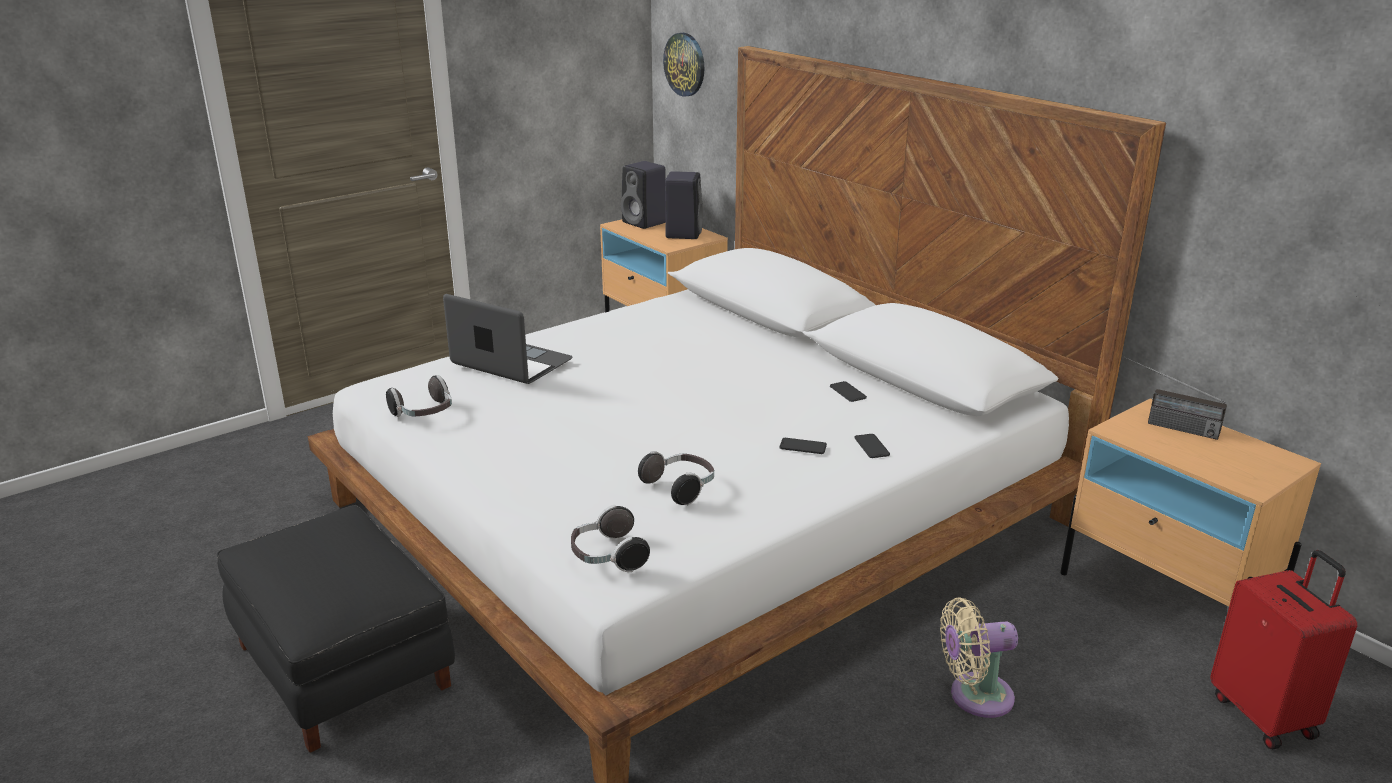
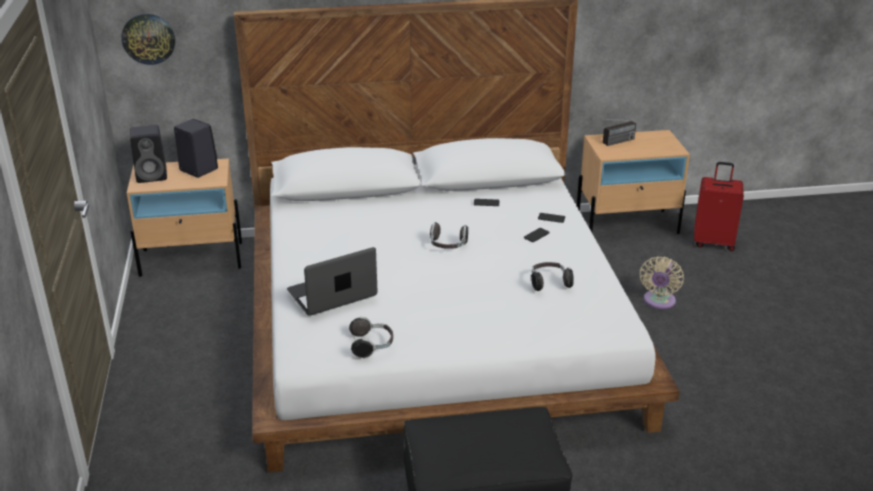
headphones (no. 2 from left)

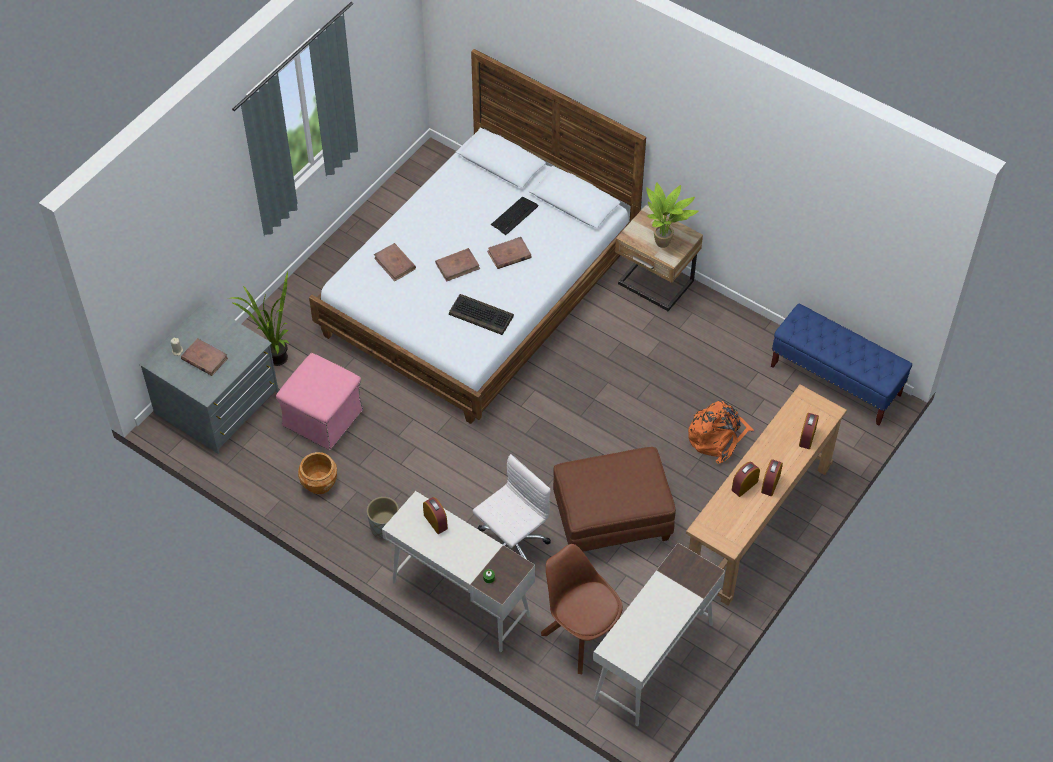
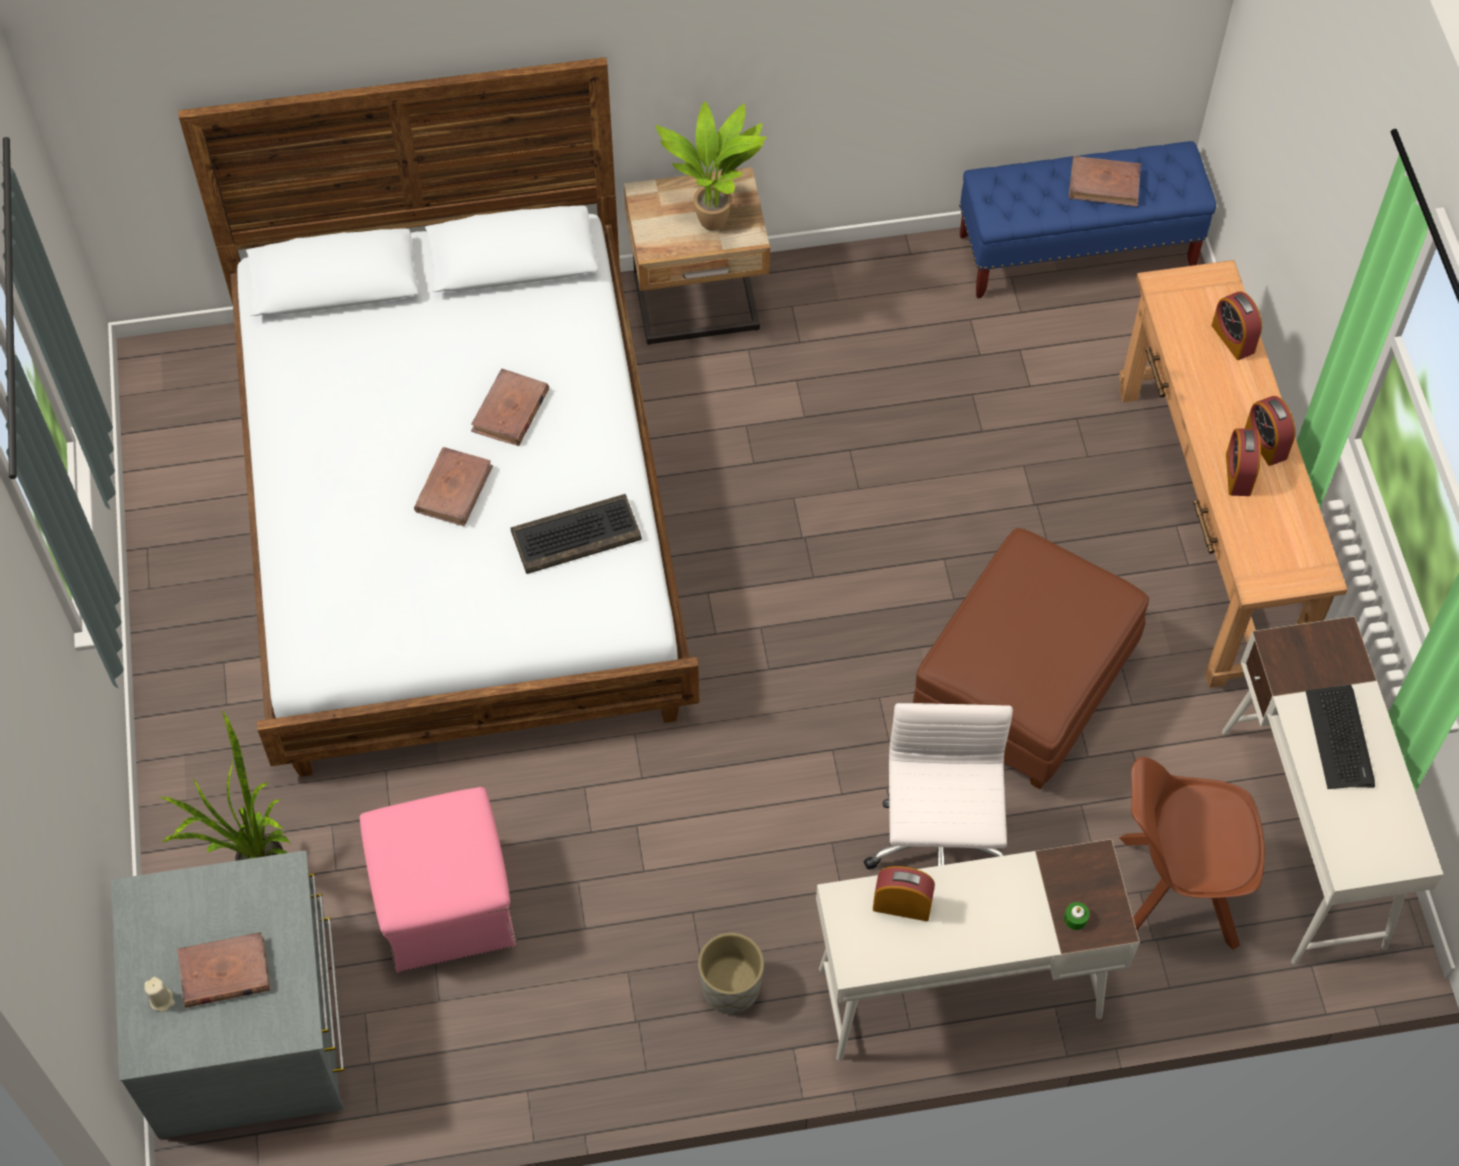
keyboard (no. 2 from left)
brown book (no. 4 from left)
orange backpack
brown planter

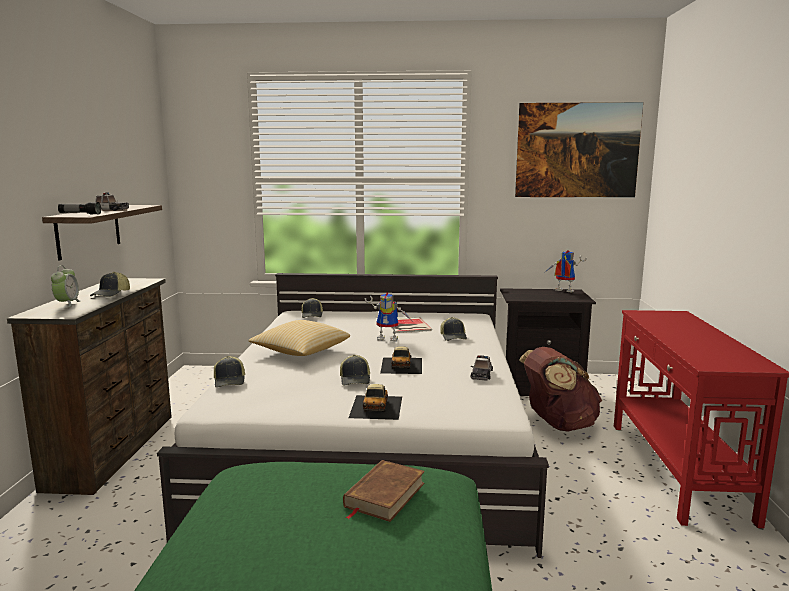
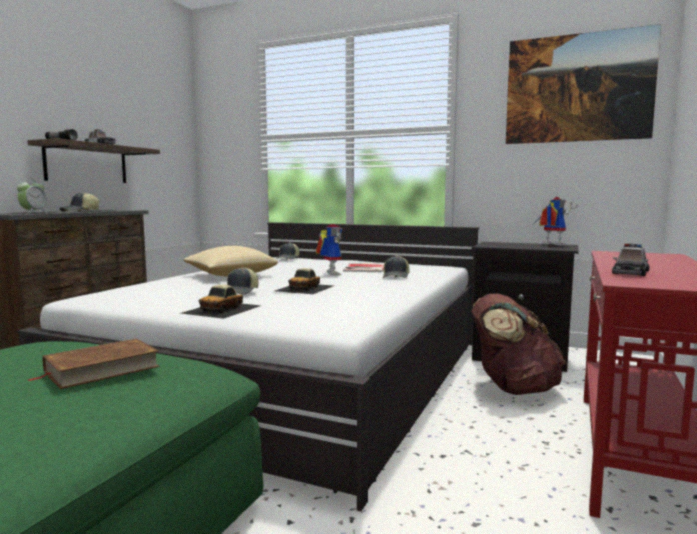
toy robot (no. 1 from left)
toy car (no. 4 from left)
cap (no. 2 from left in the first image)

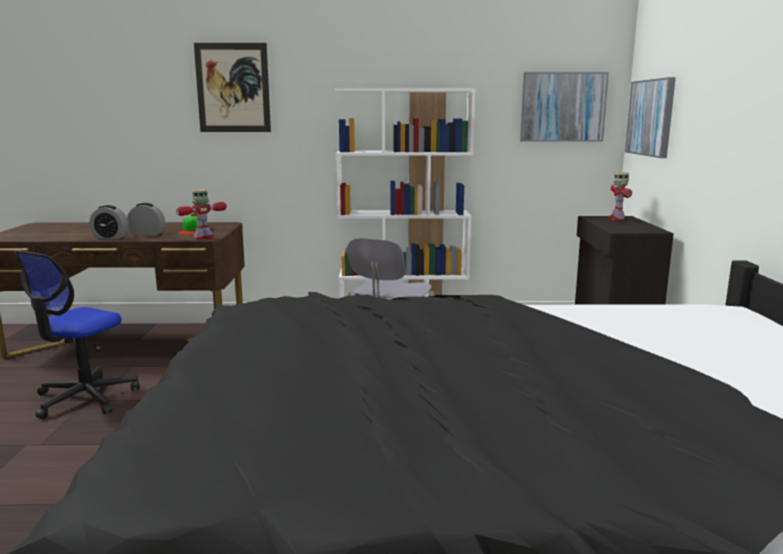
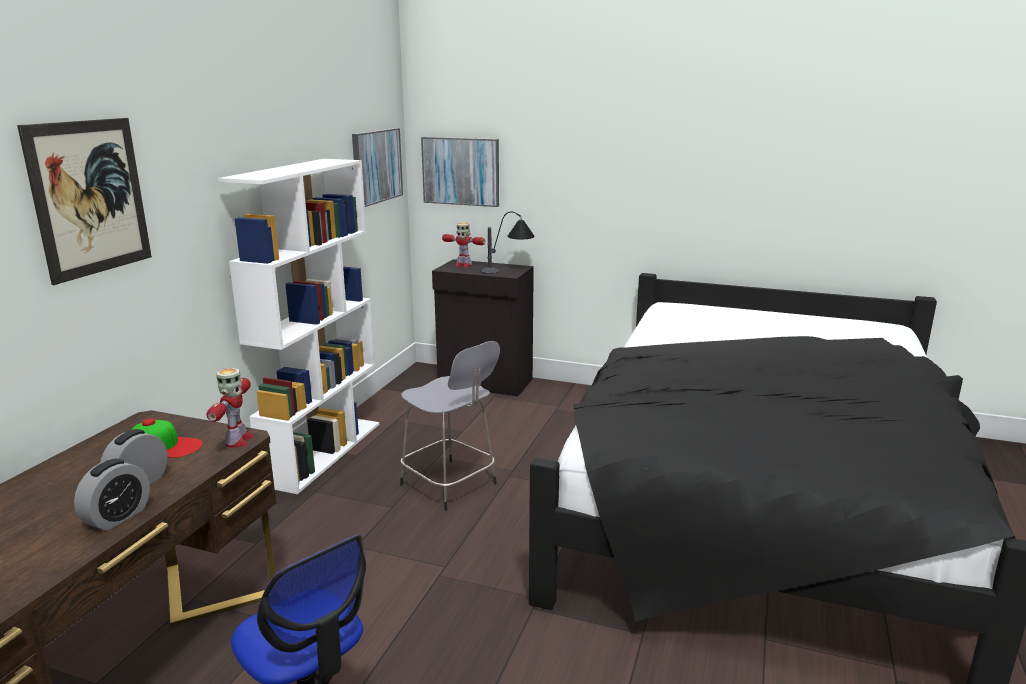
toy robot (no. 1 from left)
table lamp

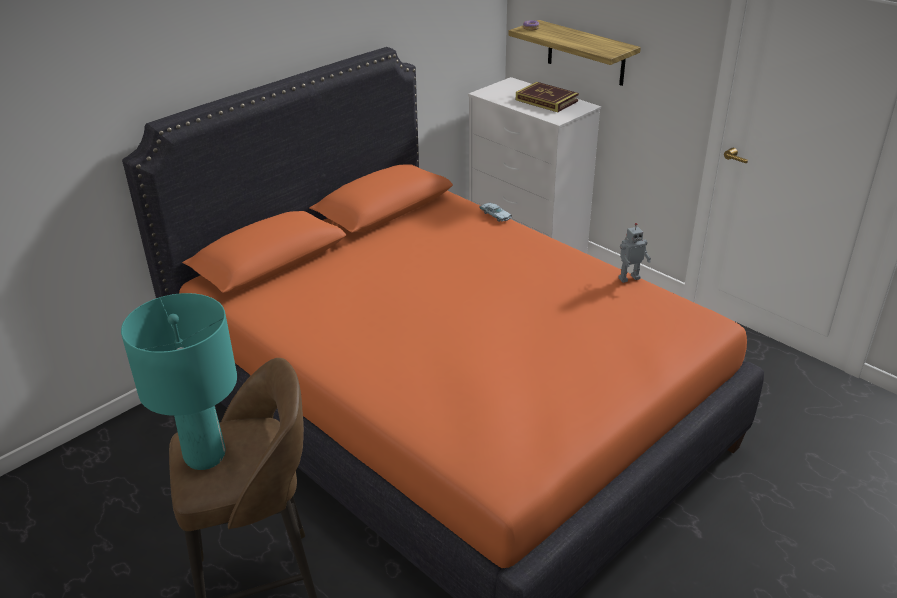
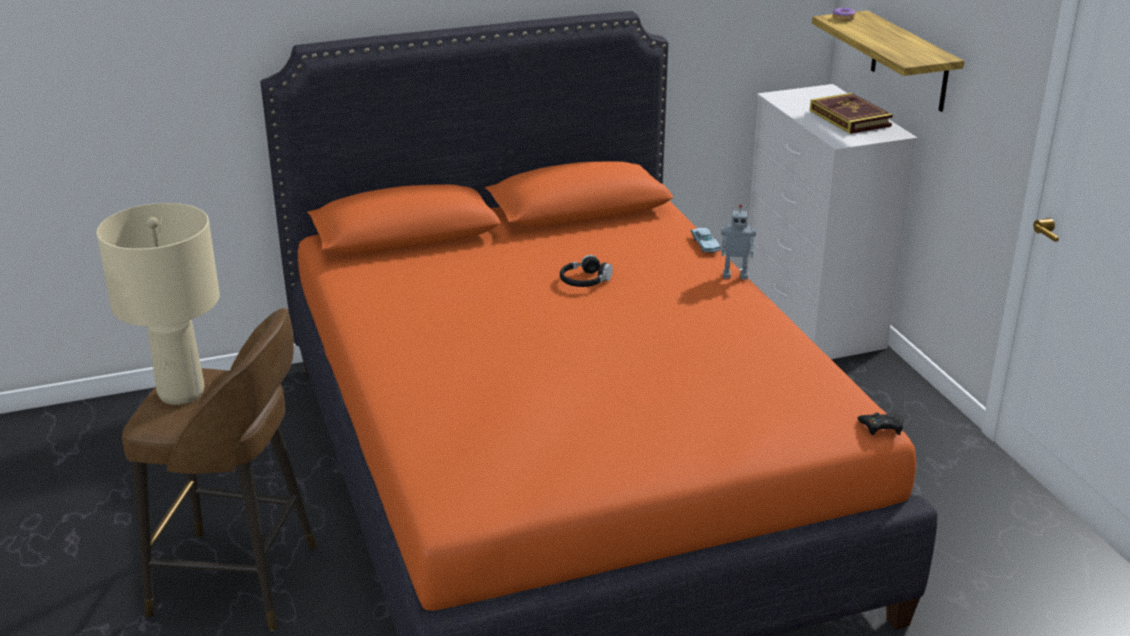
toy robot
beige table lamp
black headphones
black game controller

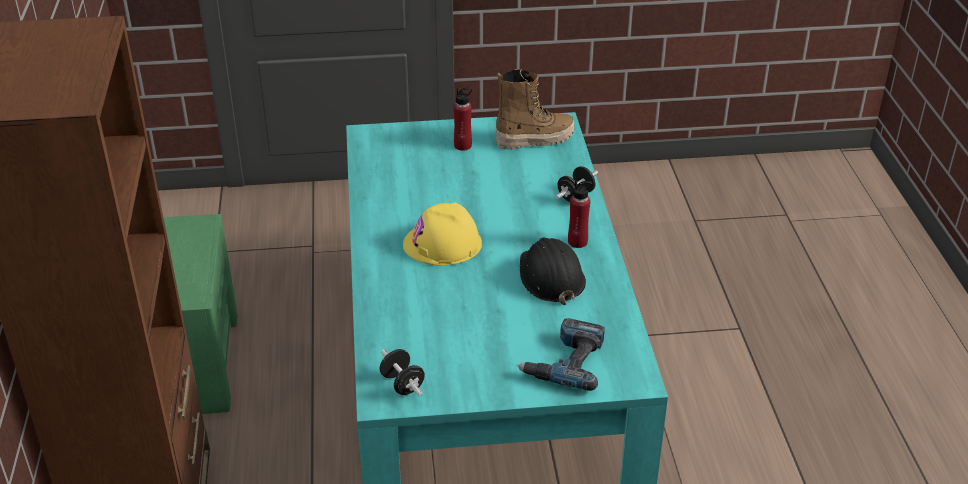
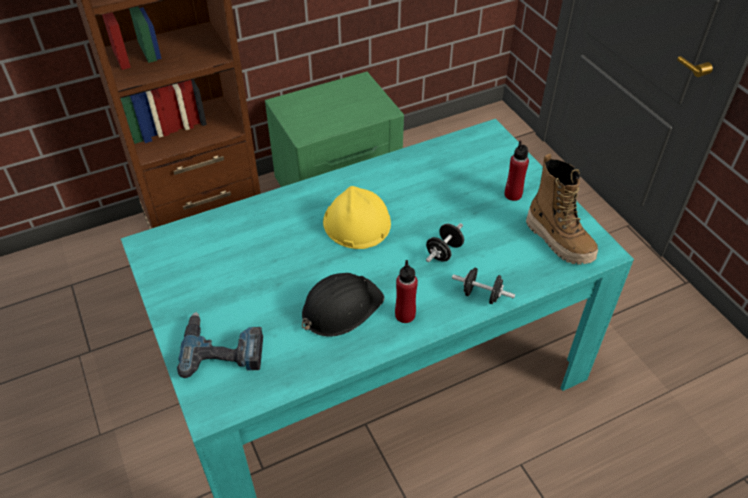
black dumbbell (no. 1 from left)

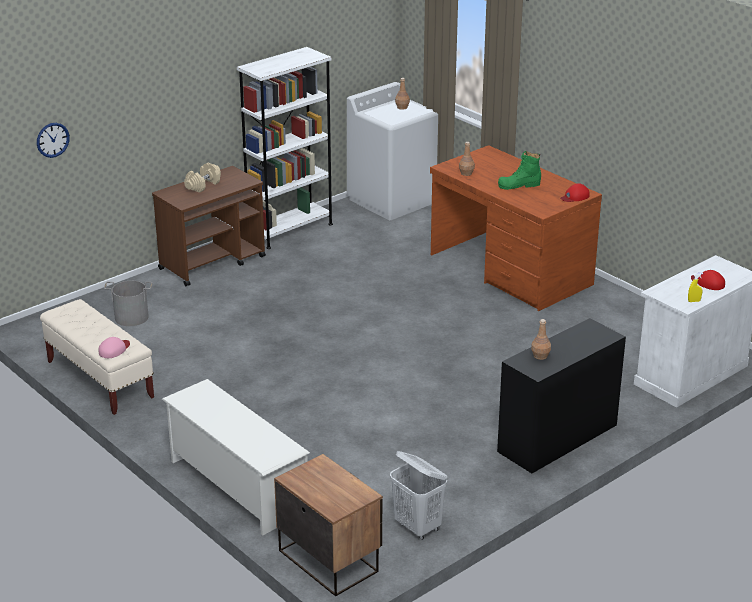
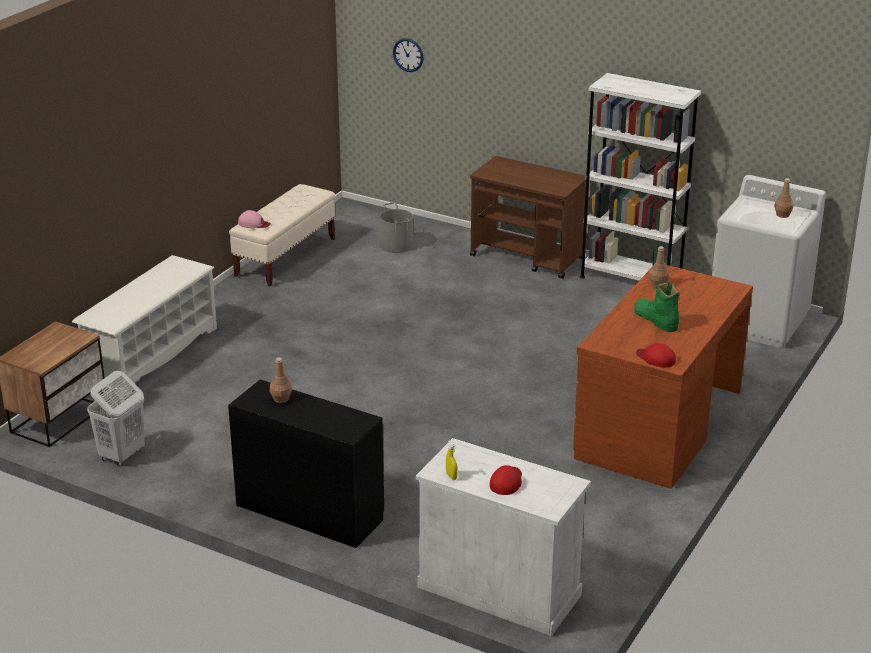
beige dumbbell

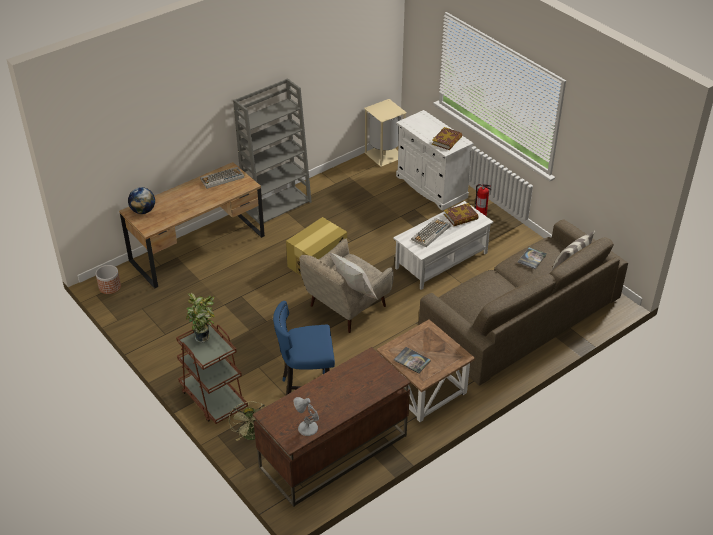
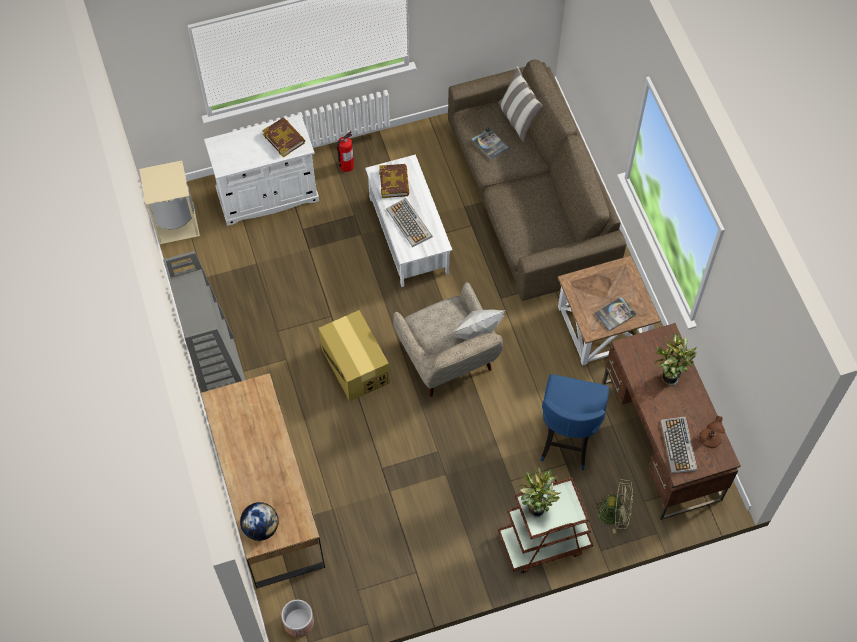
keyboard (no. 2 from left)
brown table lamp
potted plant (no. 2 from left)

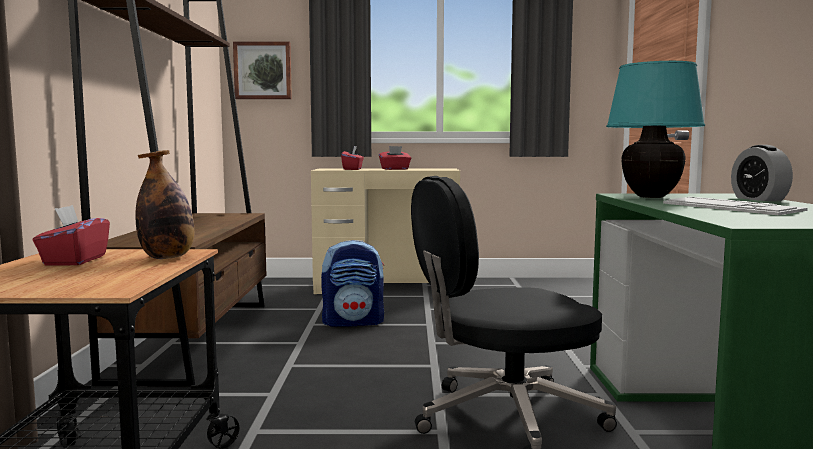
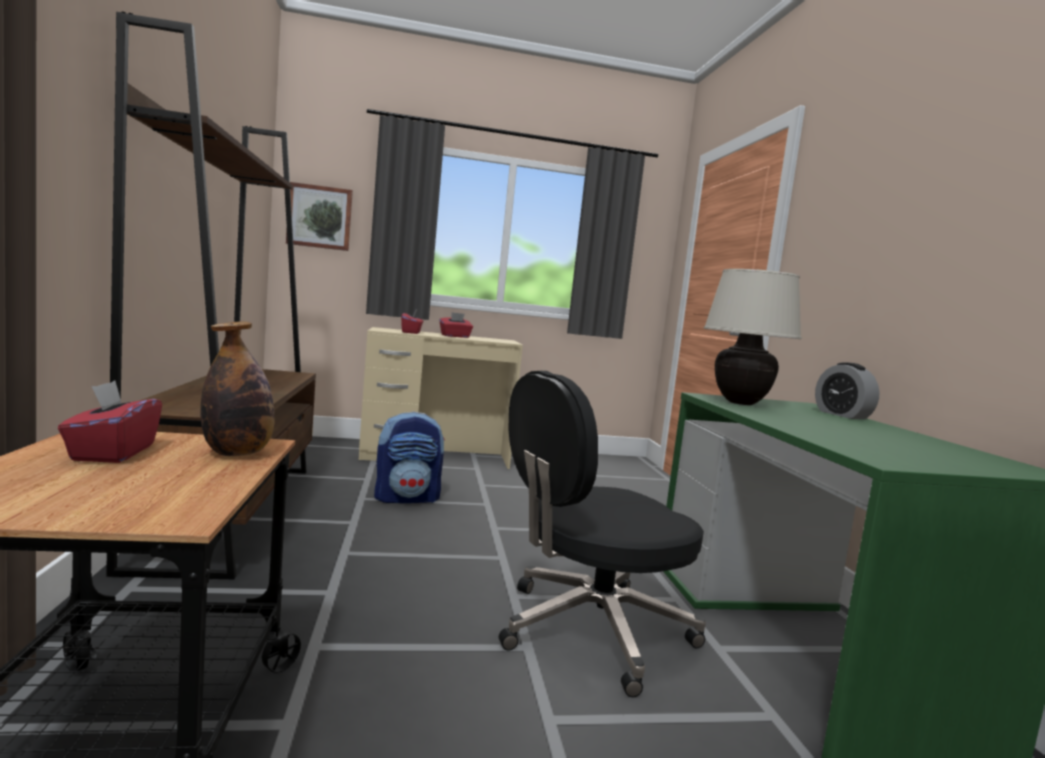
beige table lamp
keyboard

